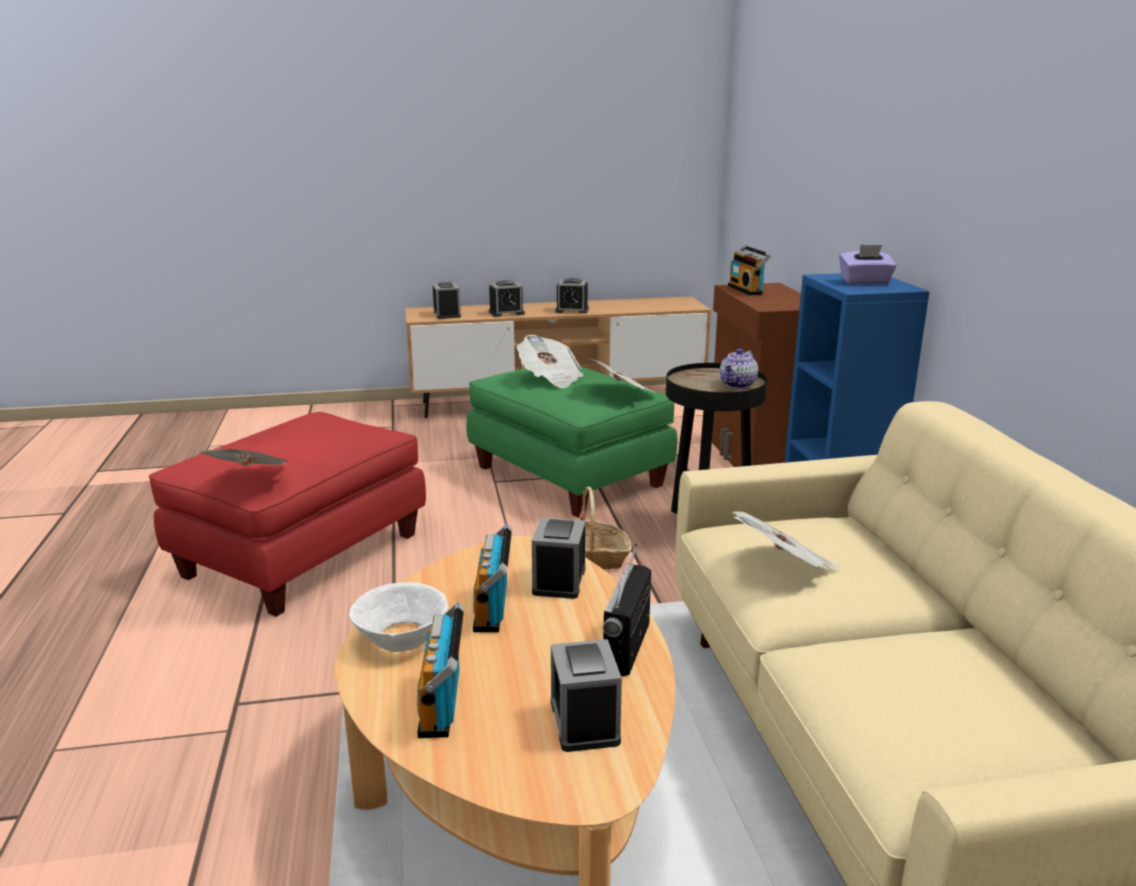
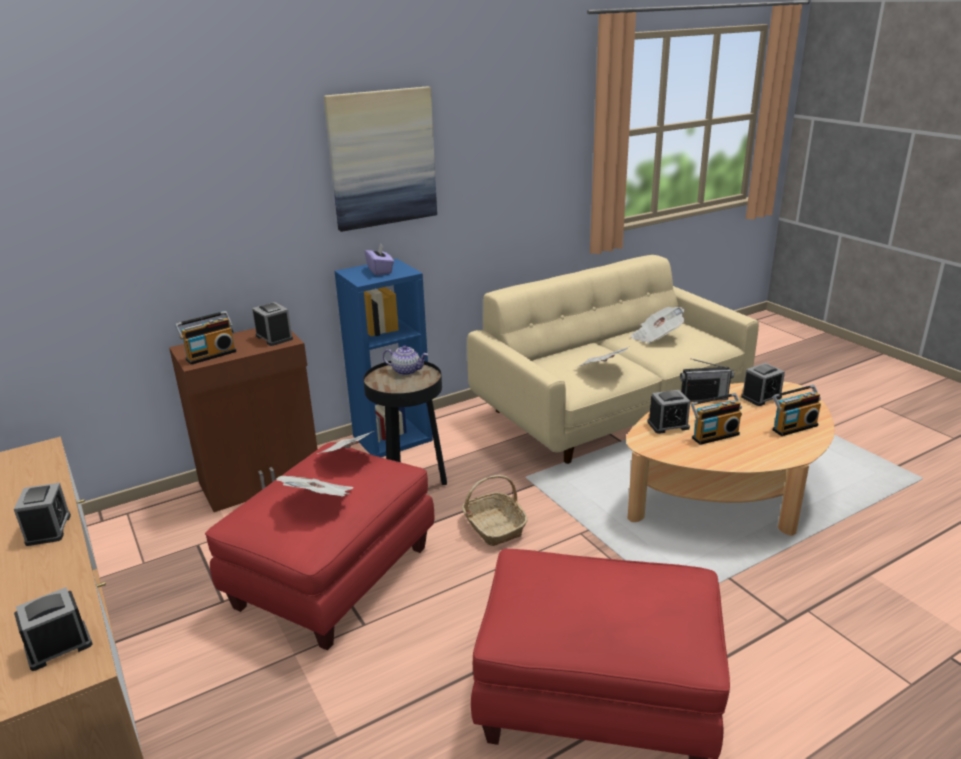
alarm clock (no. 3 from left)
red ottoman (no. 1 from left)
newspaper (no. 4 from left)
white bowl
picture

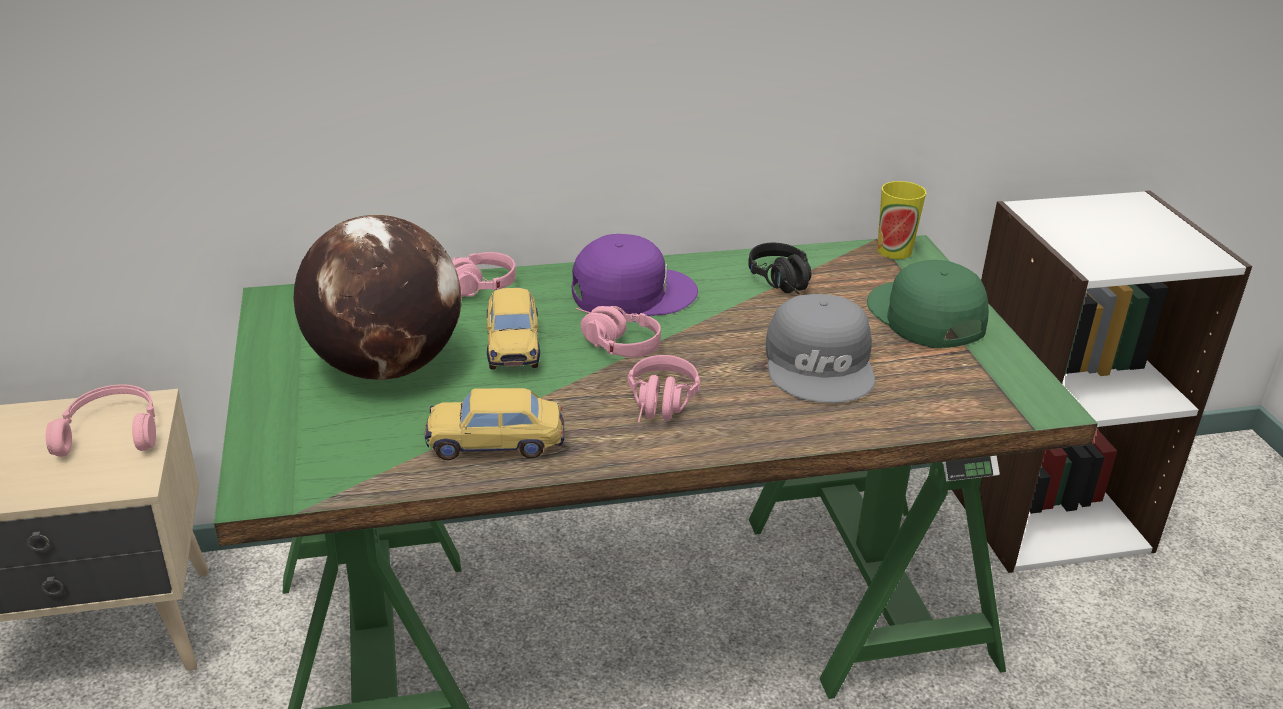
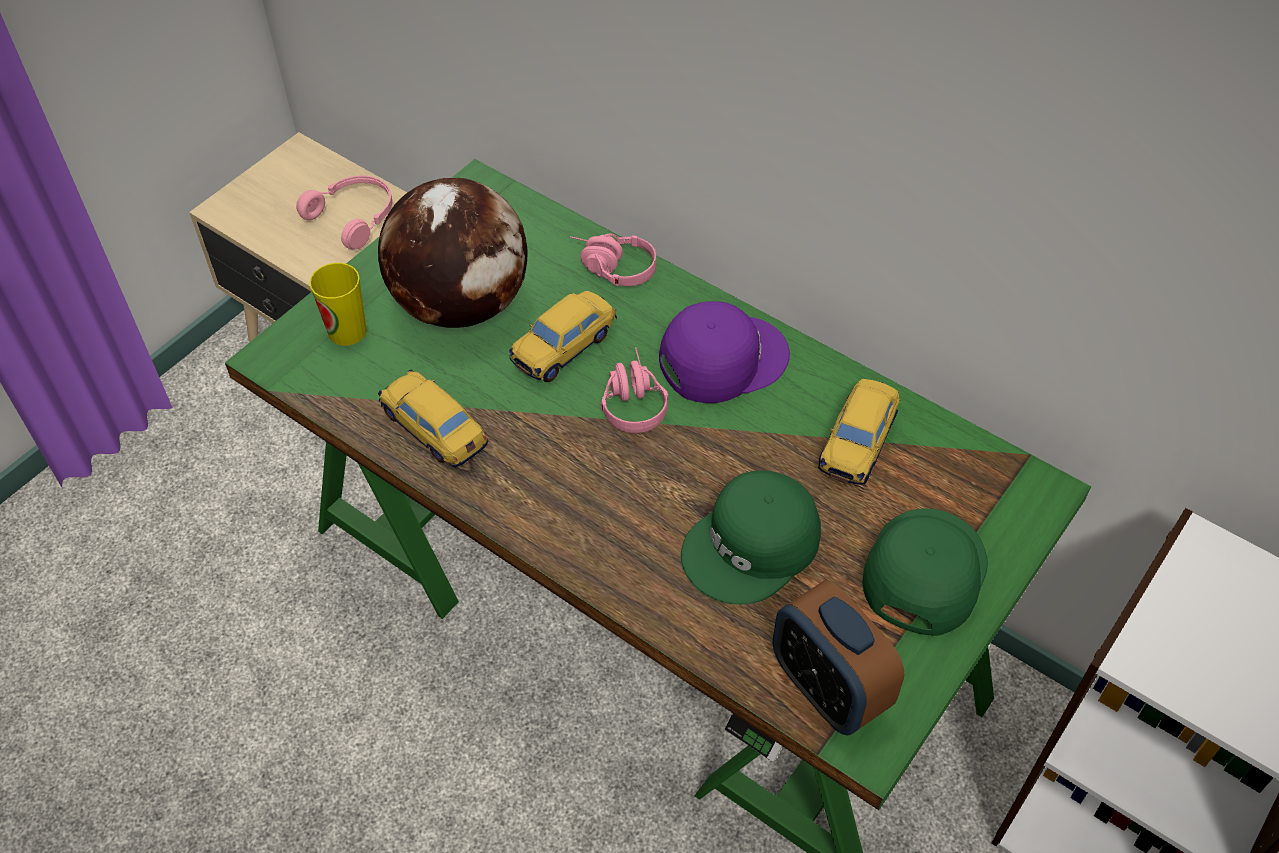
cup
purple cap
toy car (no. 3 from left)
green cap (no. 1 from left)
pink headphones (no. 4 from left in the first image)
alarm clock

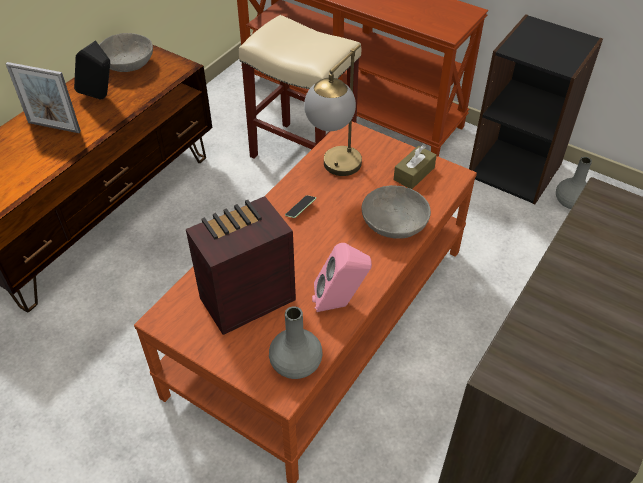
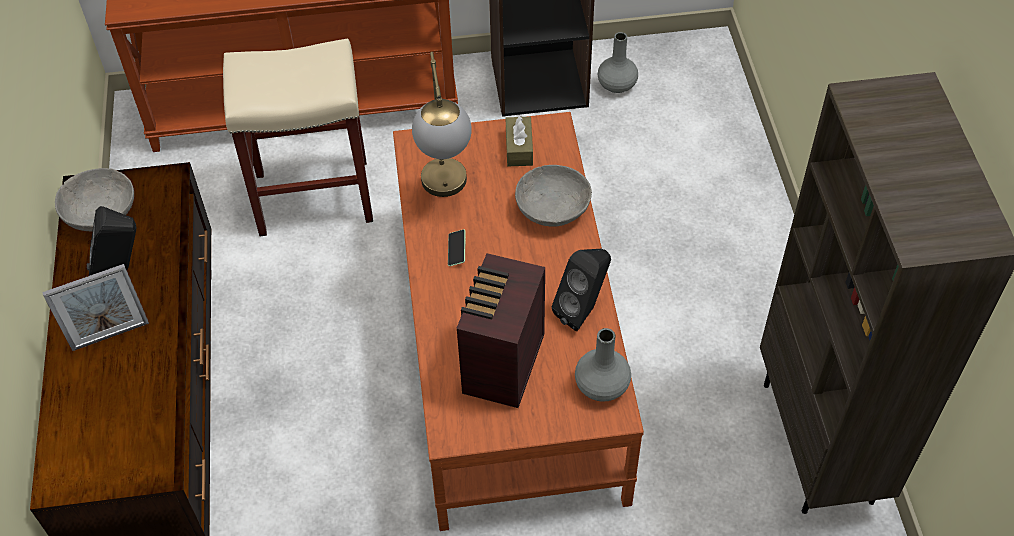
black speaker (no. 2 from left)

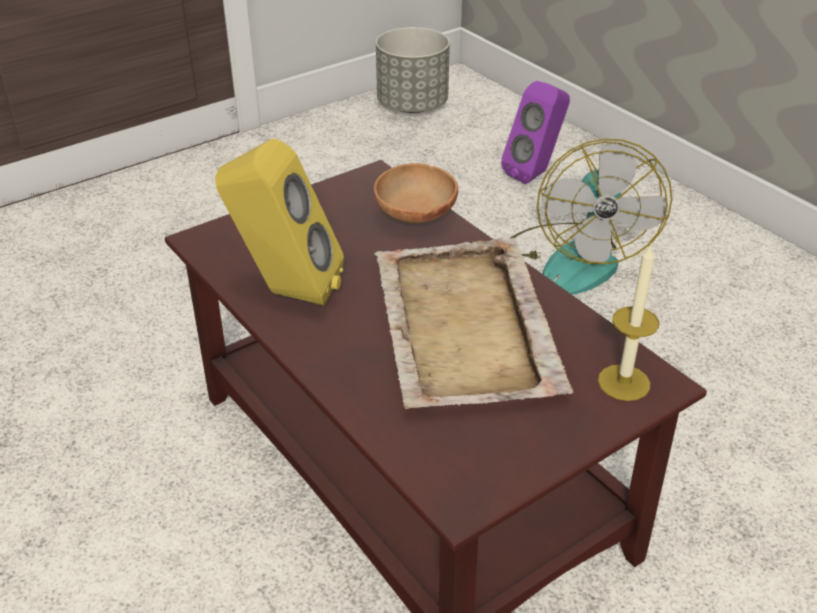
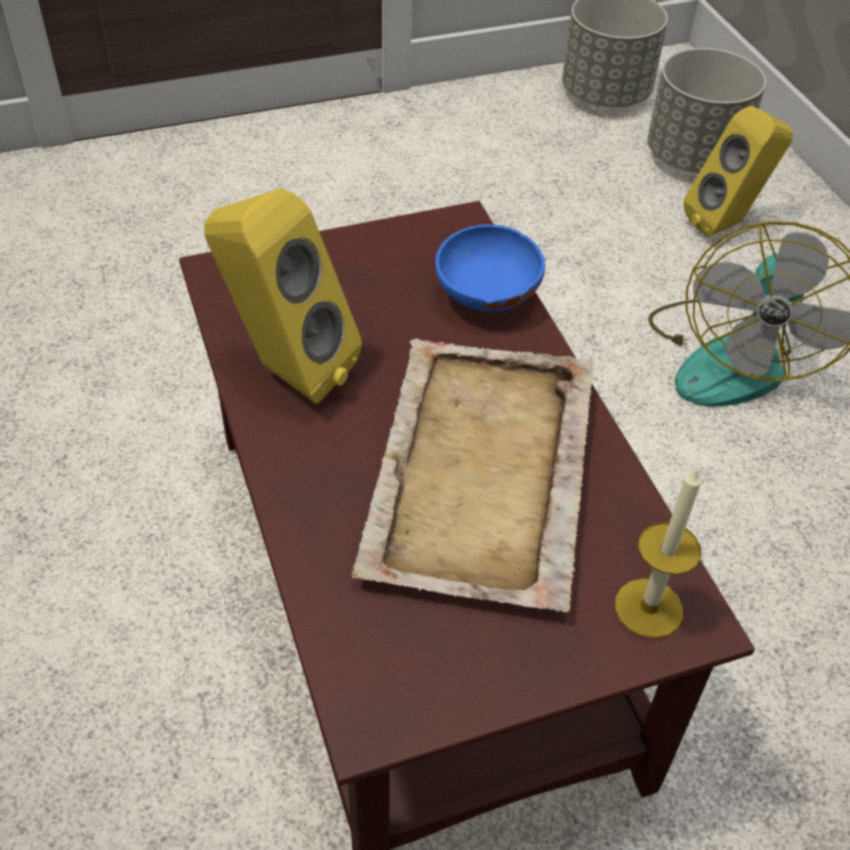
yellow speaker (no. 2 from left)
blue bowl
grey planter (no. 2 from left)

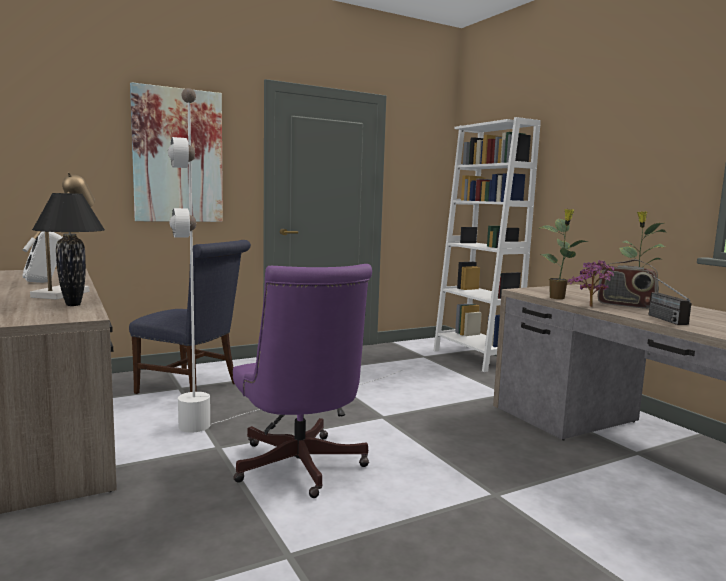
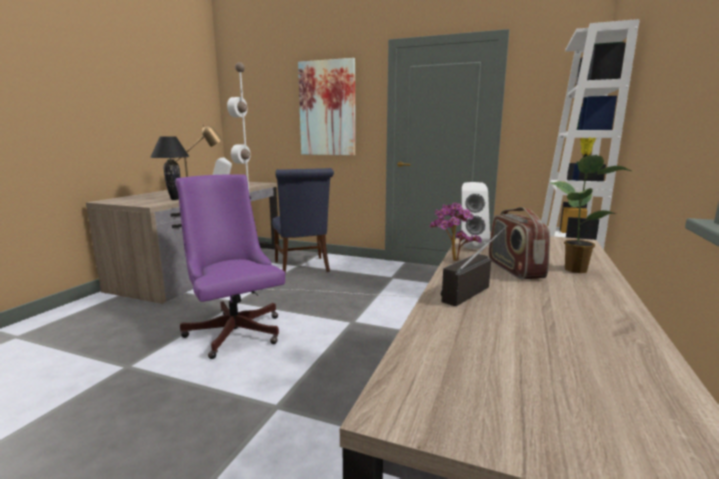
white speaker (no. 2 from left)
purple office chair

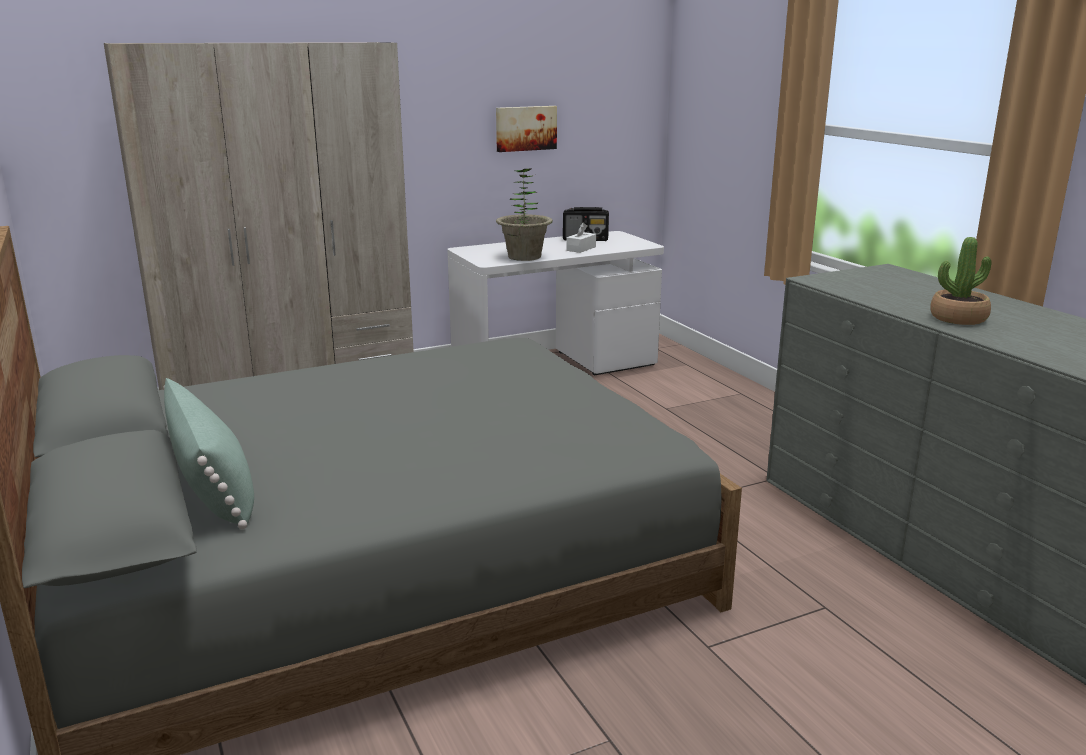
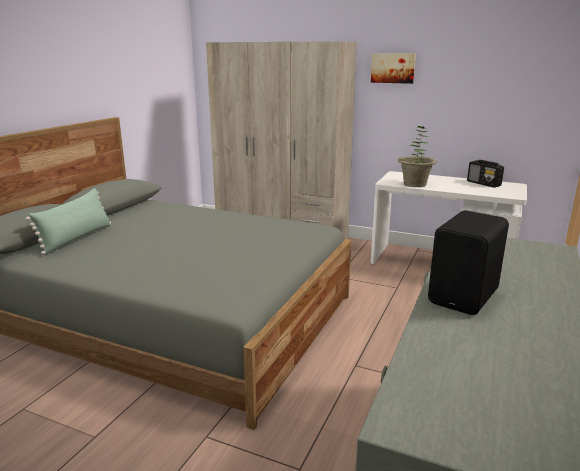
picture
white tissue box
black speaker

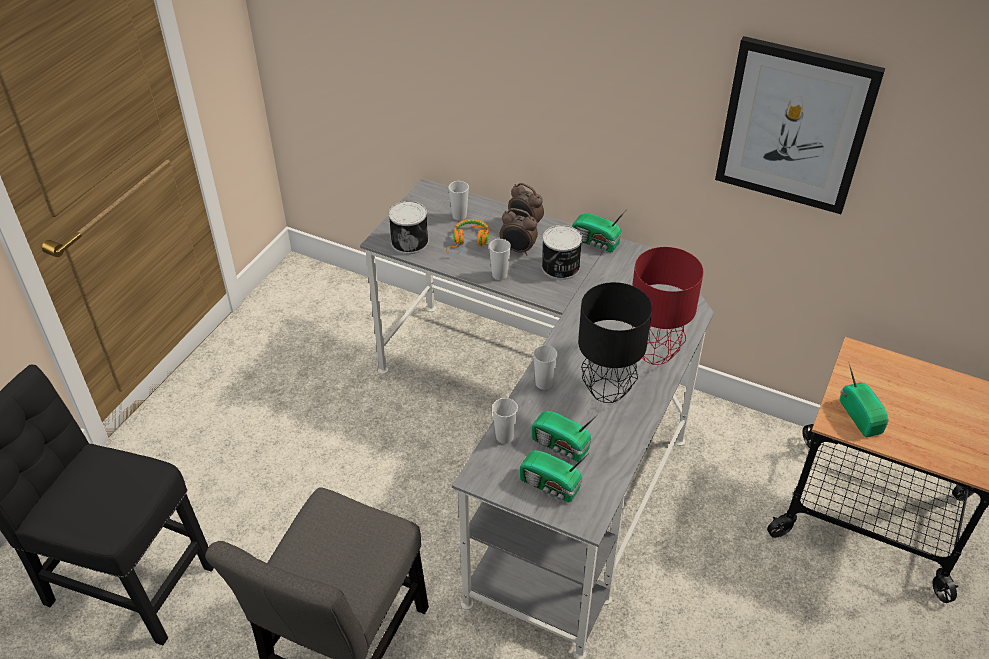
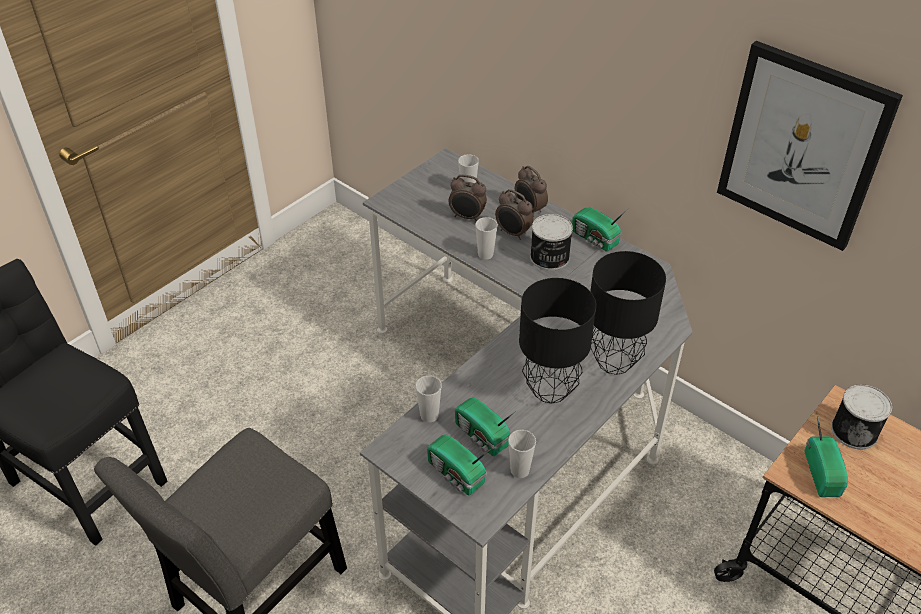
can (no. 2 from left)
alarm clock (no. 1 from left)
black table lamp (no. 2 from left)
cup (no. 4 from left)

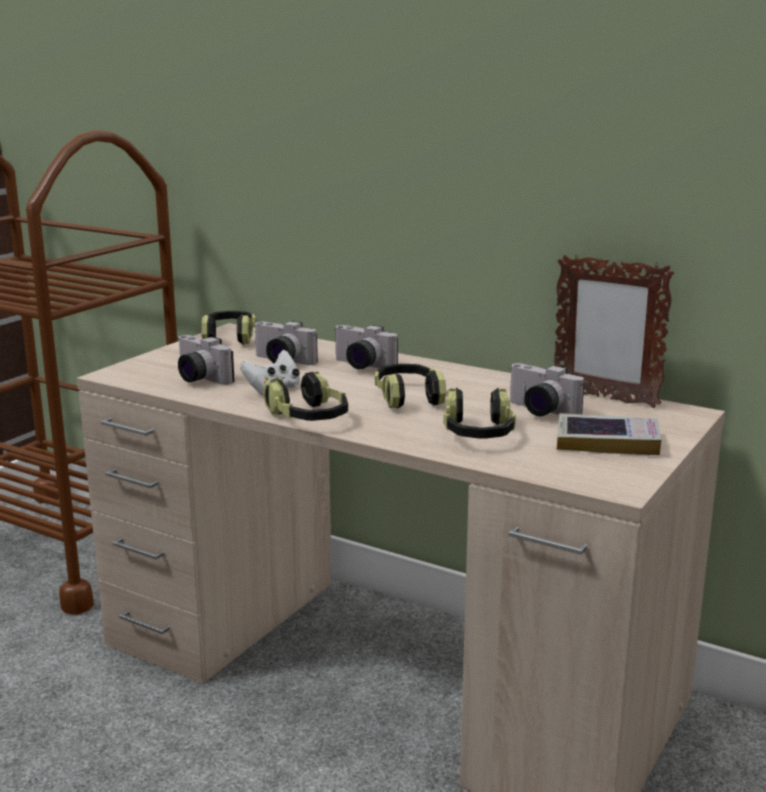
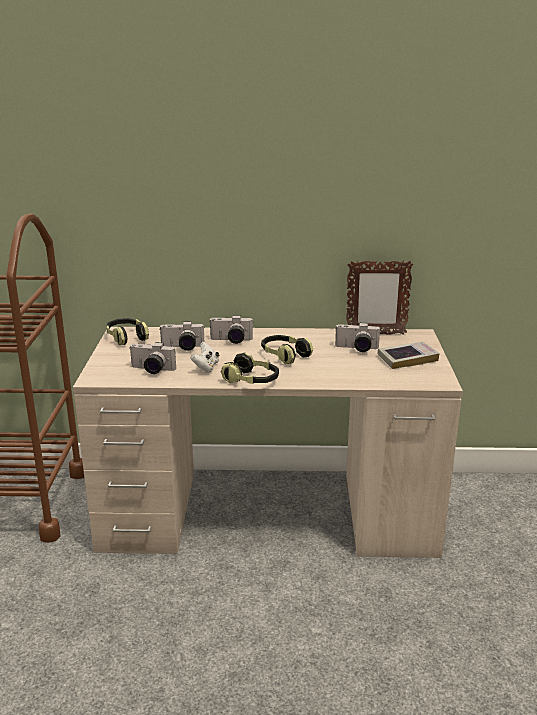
headphones (no. 4 from left in the first image)

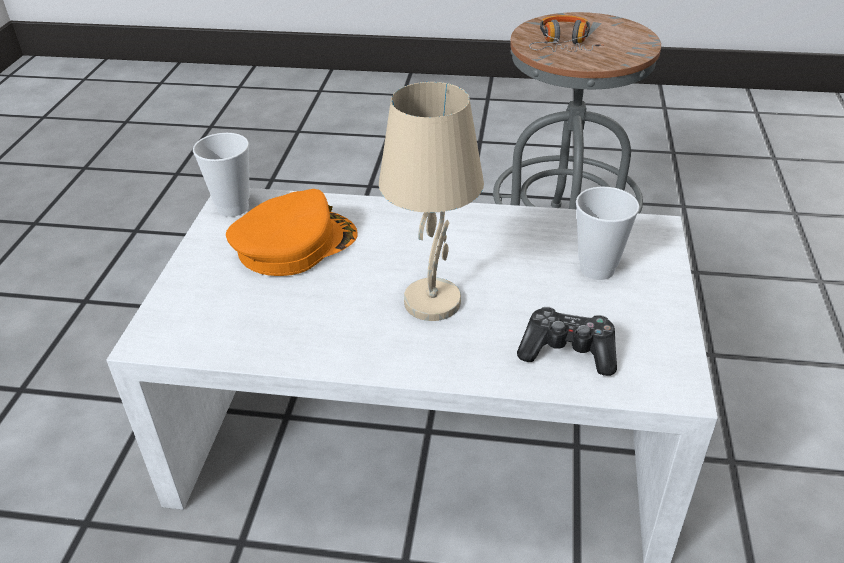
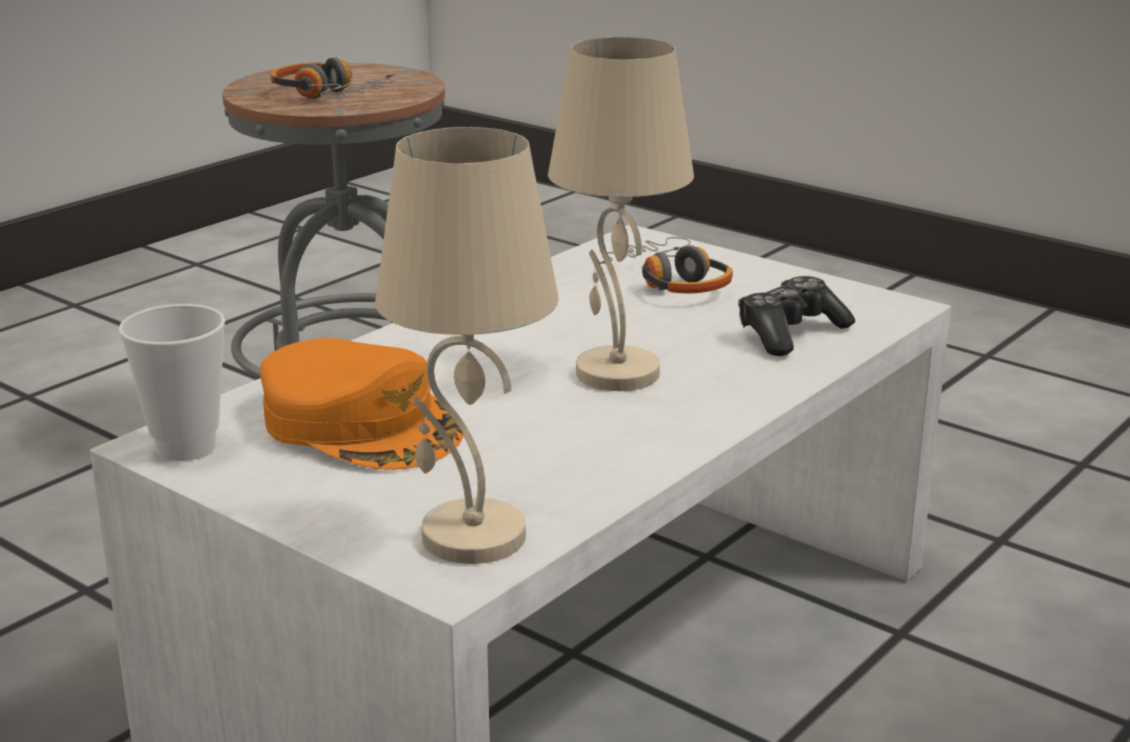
headphones (no. 2 from left)
orange cap
beige table lamp (no. 1 from left)

